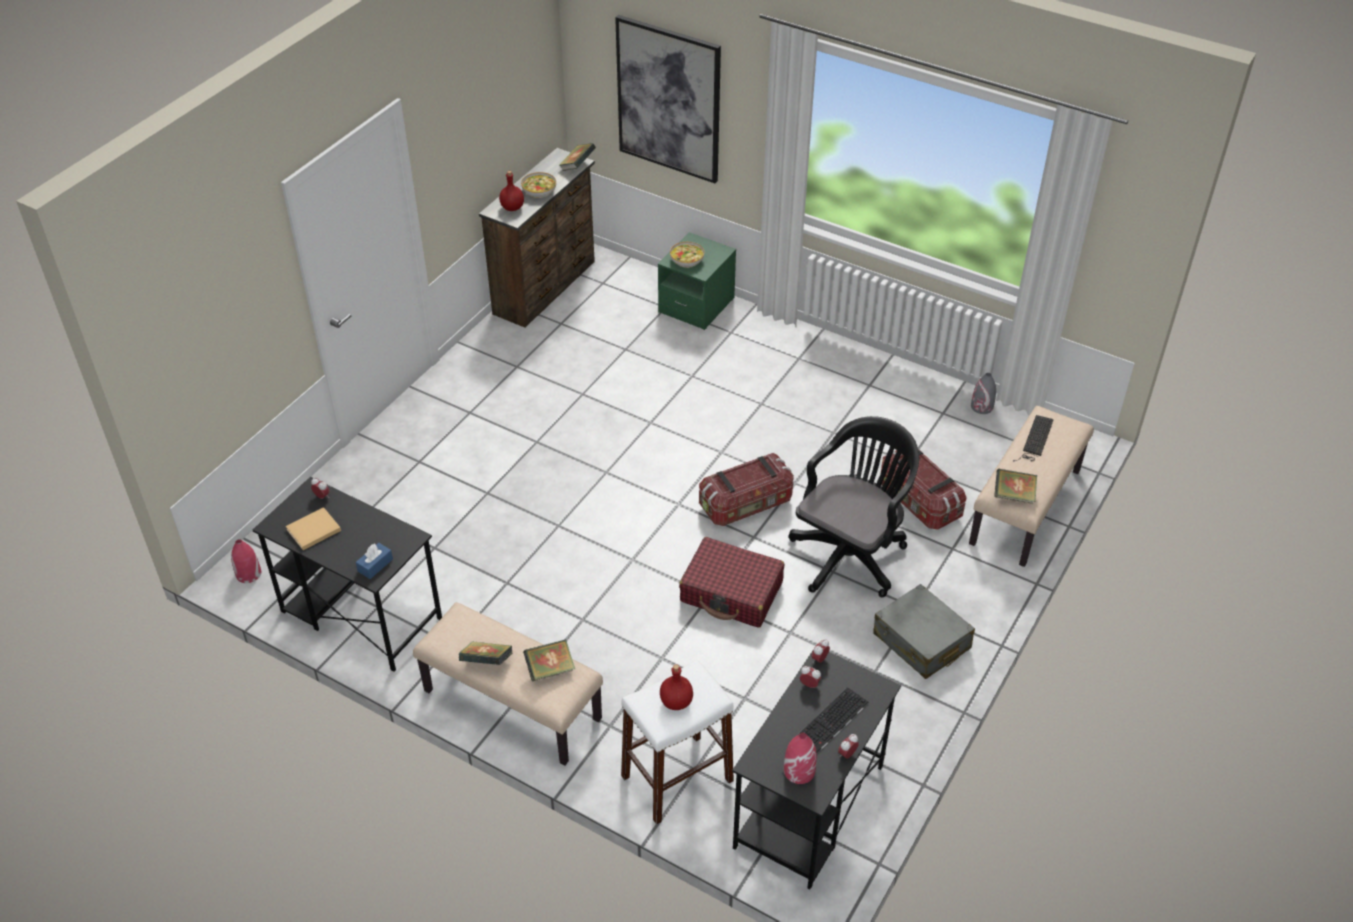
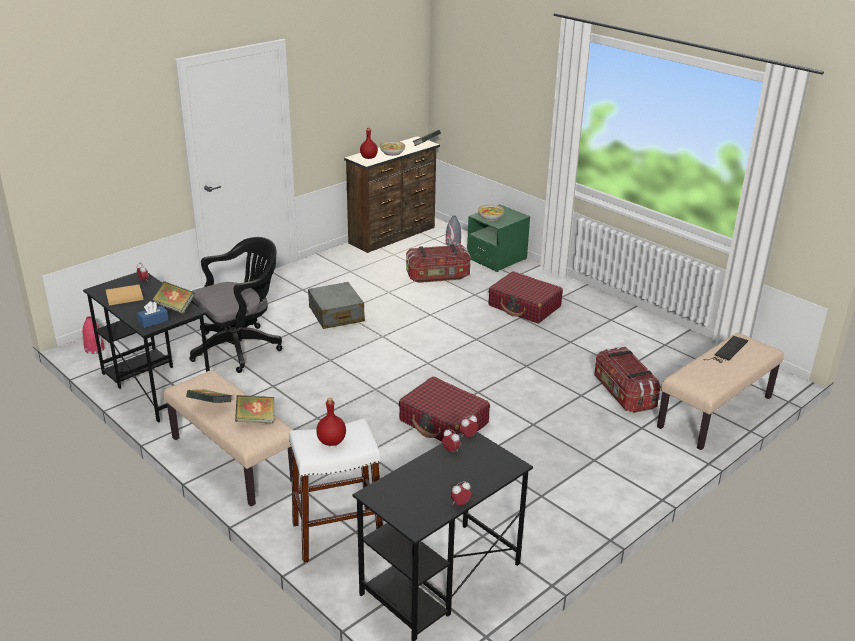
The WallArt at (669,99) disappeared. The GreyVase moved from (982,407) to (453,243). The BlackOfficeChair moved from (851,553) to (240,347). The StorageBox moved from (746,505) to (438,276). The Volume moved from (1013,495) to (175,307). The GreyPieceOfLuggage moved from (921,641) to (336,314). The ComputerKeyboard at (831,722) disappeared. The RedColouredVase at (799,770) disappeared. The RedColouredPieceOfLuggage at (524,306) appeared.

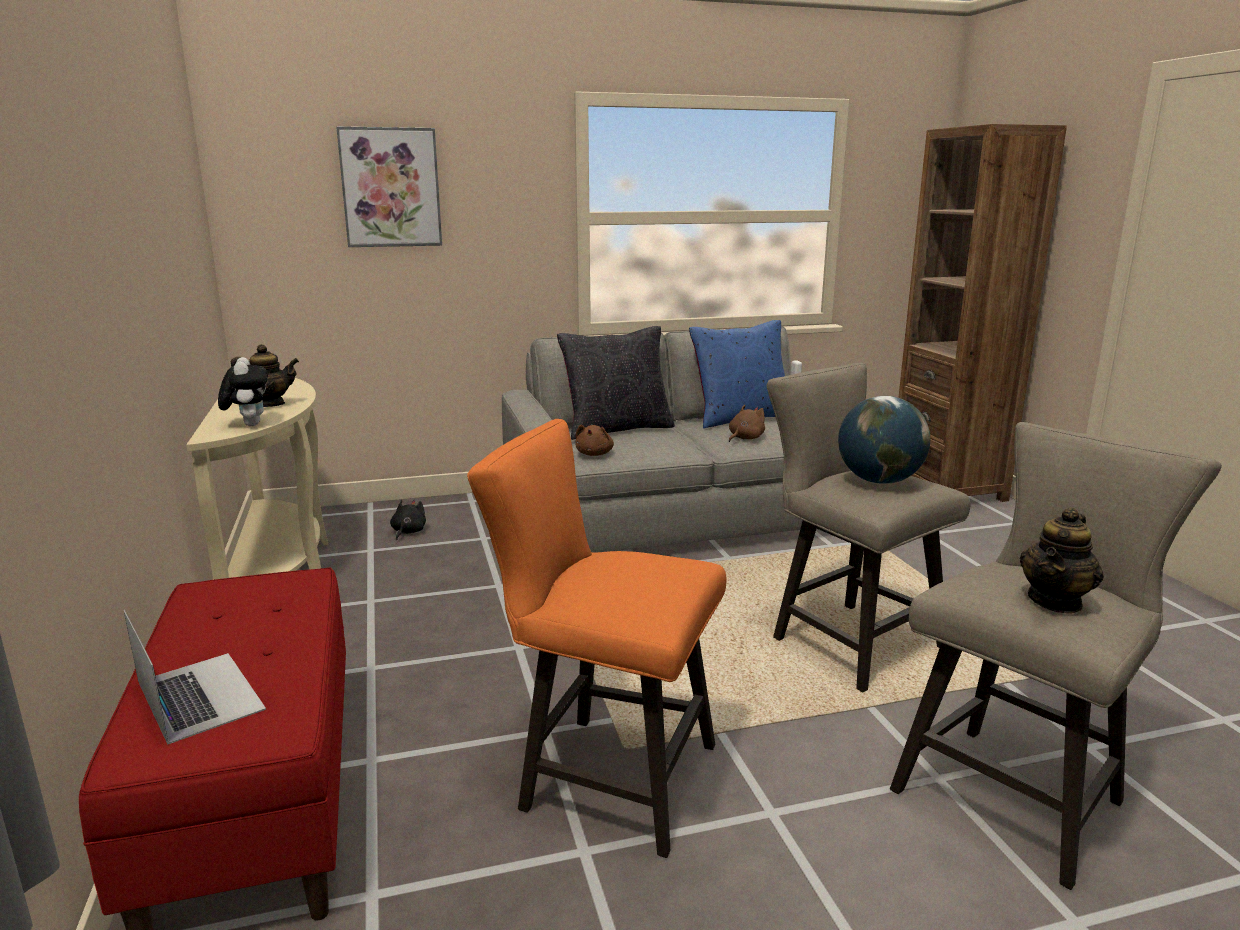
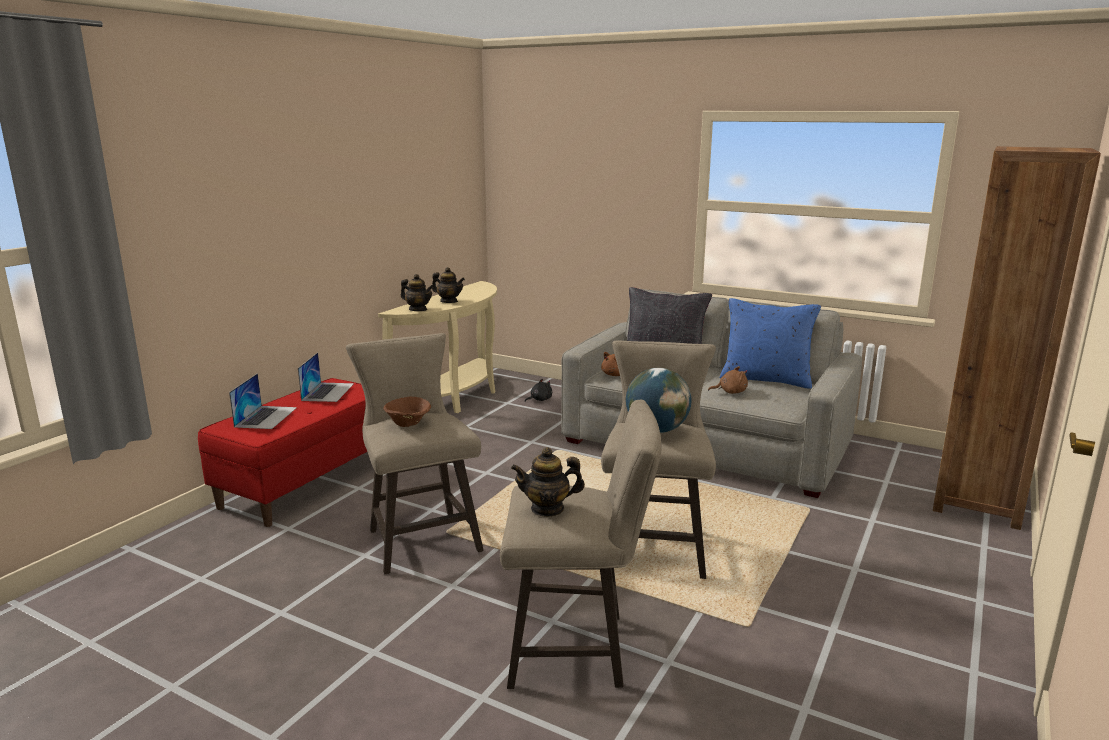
The WallArt at (390,188) disappeared. The SoftToy at (249,424) was replaced by the Teapot at (418,310). The OrangeyStoolSeat at (605,775) became the BeigeColouredStoolSeat at (420,537). The PortableComputer at (328,392) appeared. The BrownColouredBowl at (409,423) appeared.

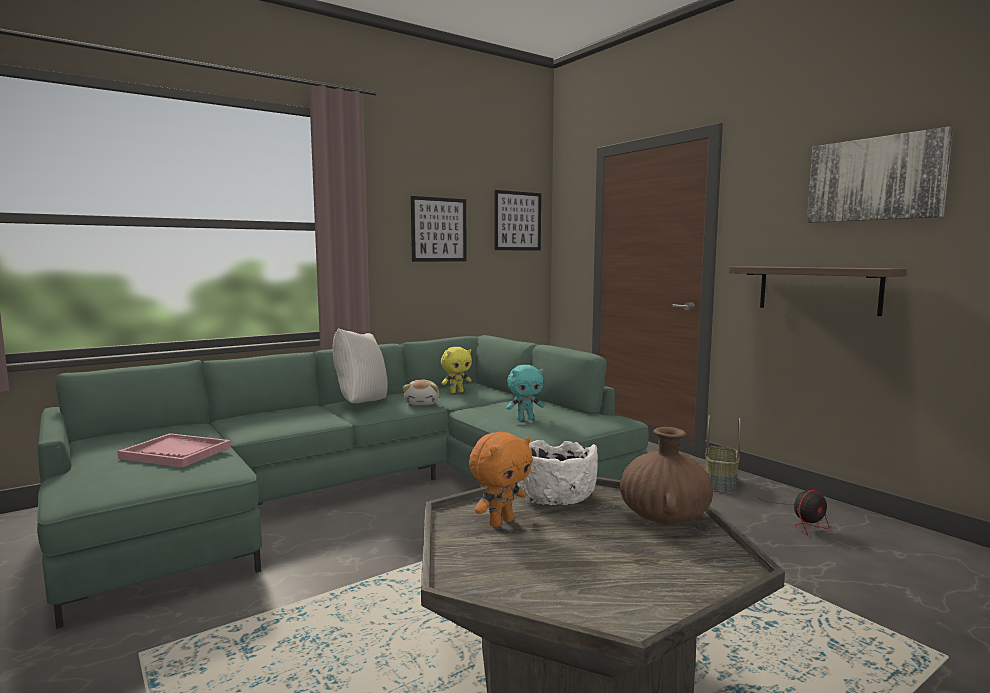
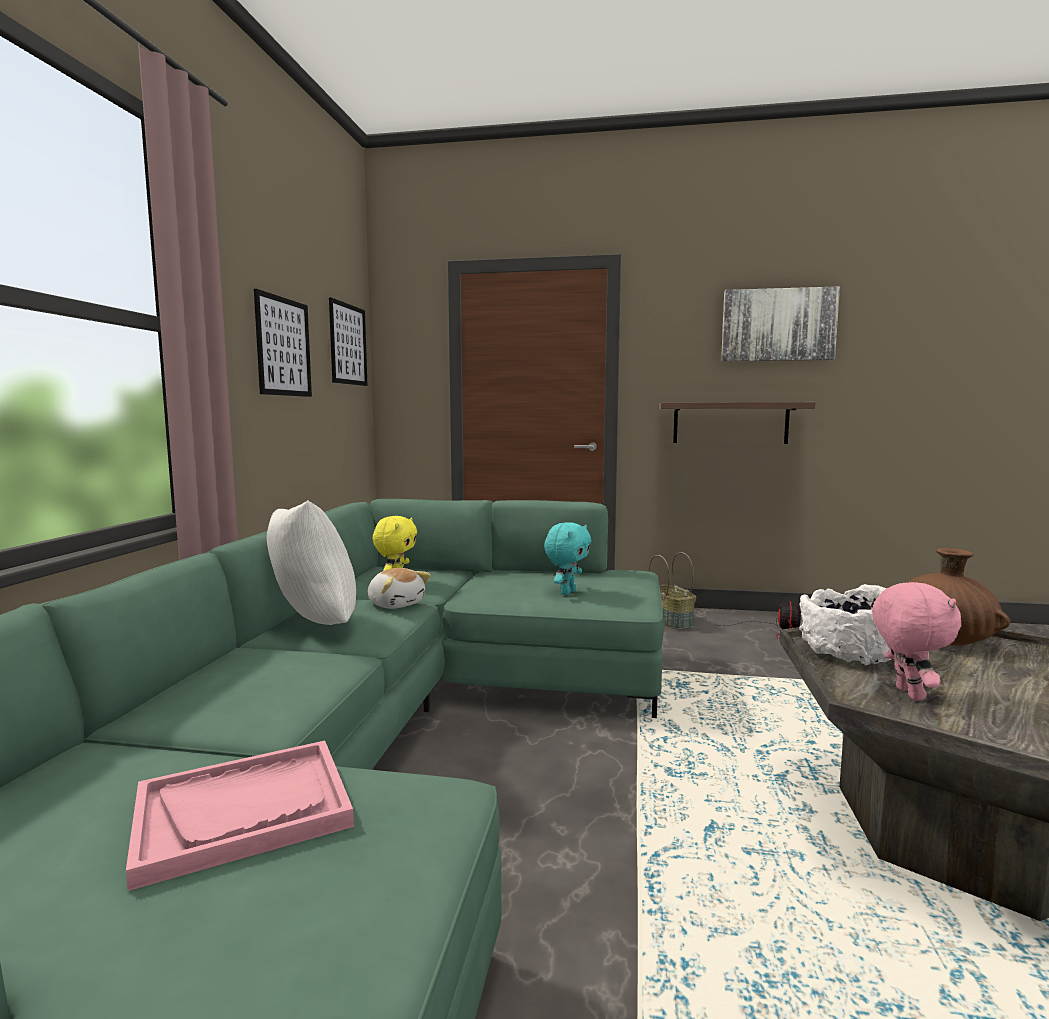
The OrangeySoftToy at (500,522) became the PinkColouredSoftToy at (907,693).

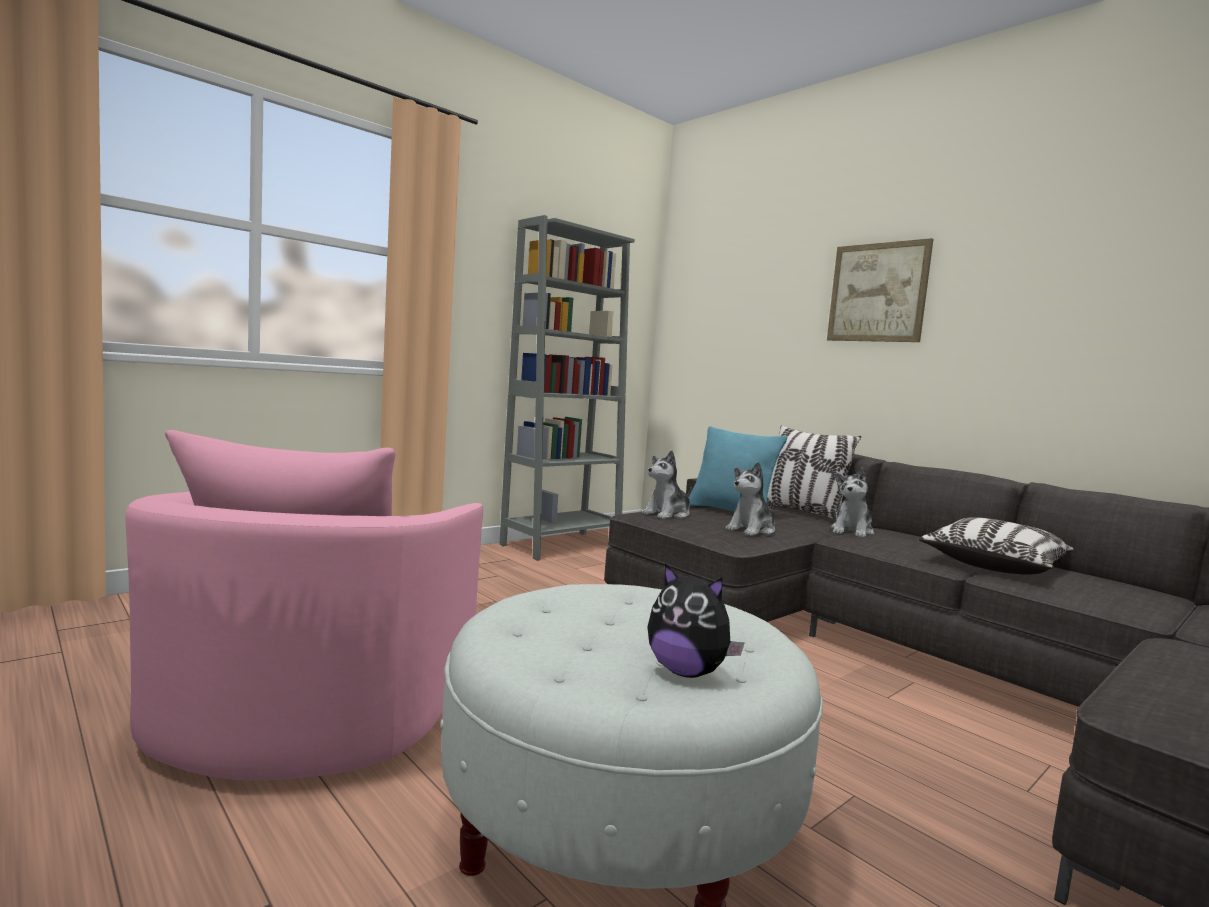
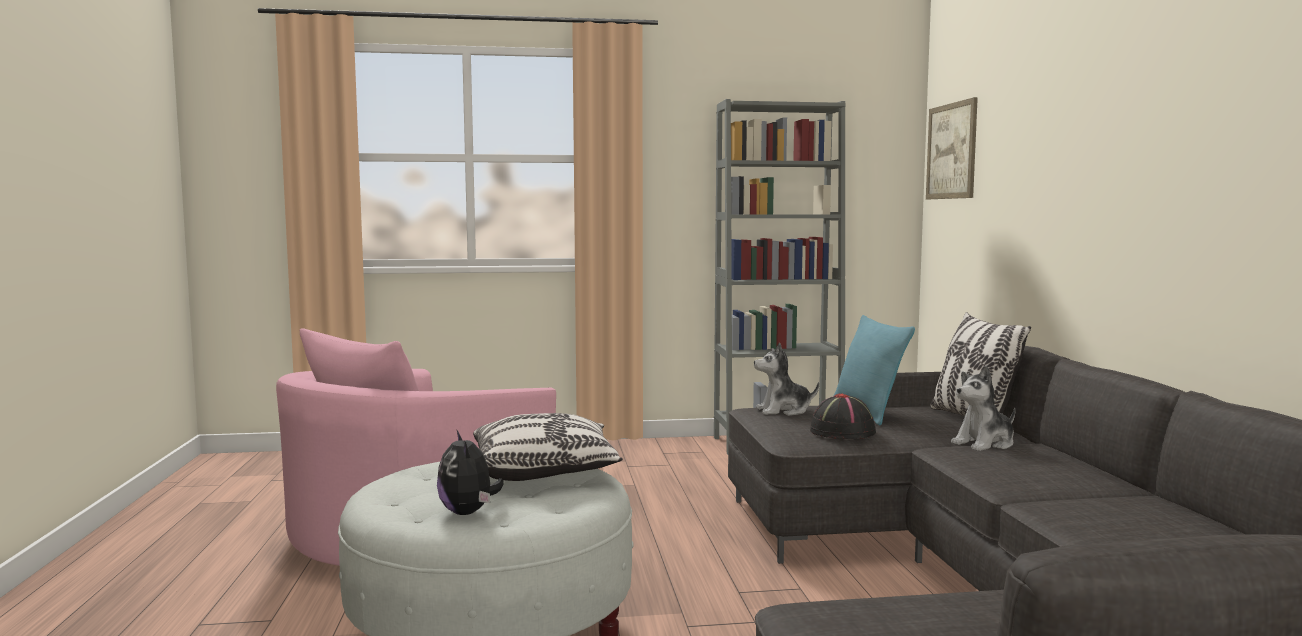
The WallArt moved from (877,292) to (951,151). The SoftToy at (752,530) was replaced by the BlackWearableHat at (843,432). The Pillow moved from (994,565) to (545,471).

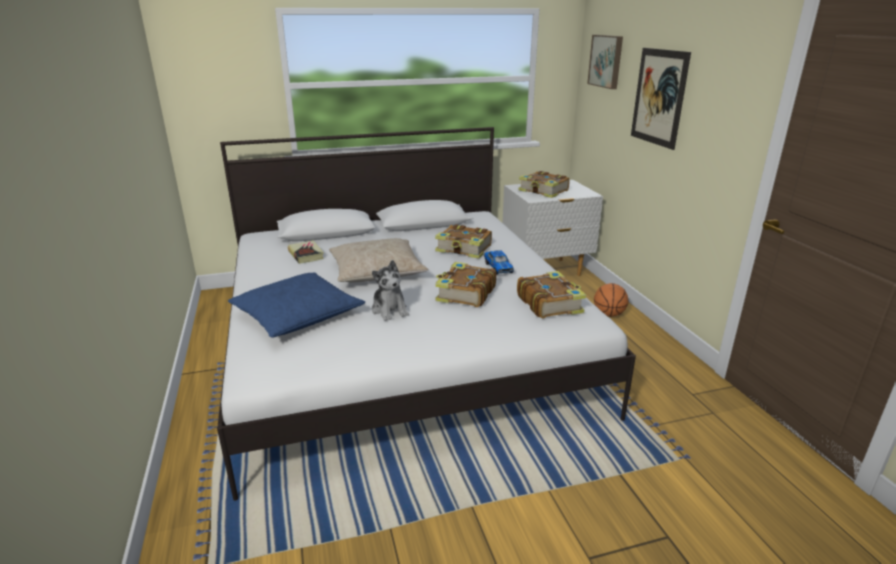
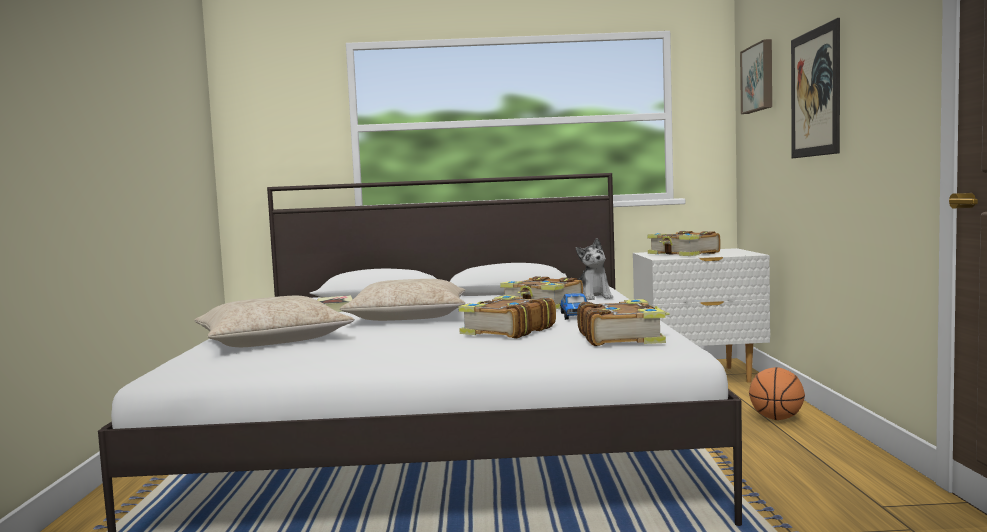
The SoftToy moved from (390,310) to (593,297). The BluishPillow at (297,315) became the BeigeColouredPillow at (272,341).

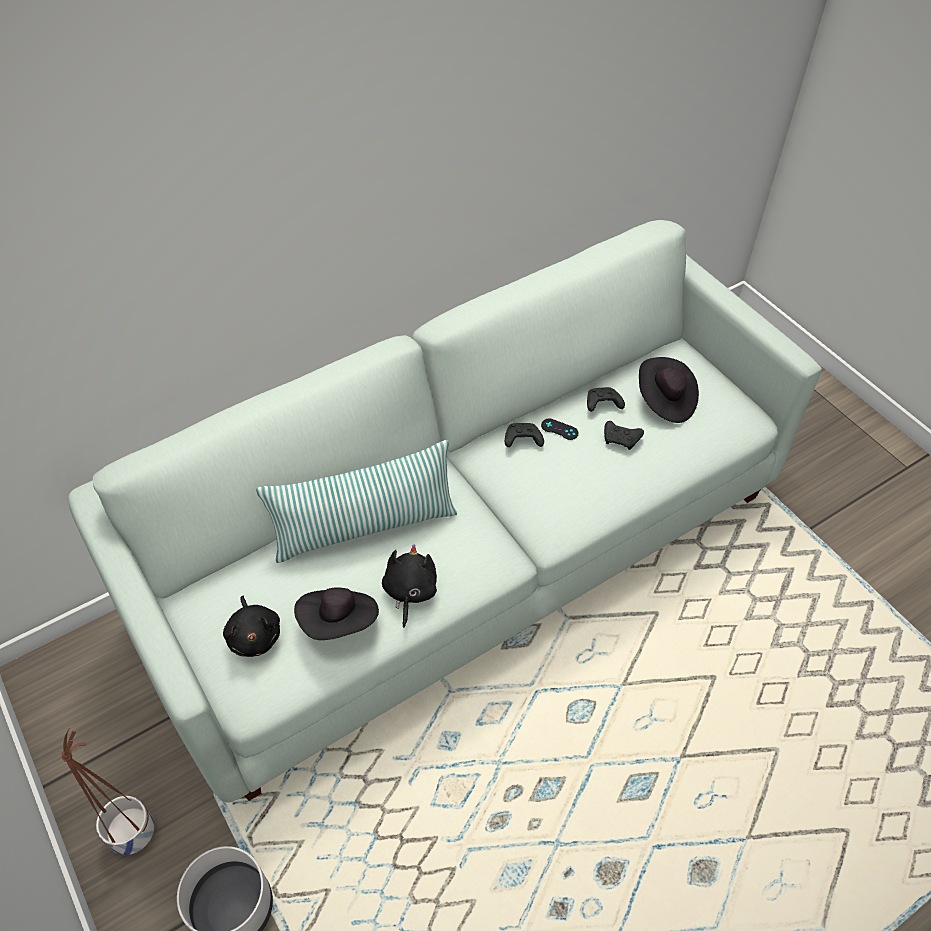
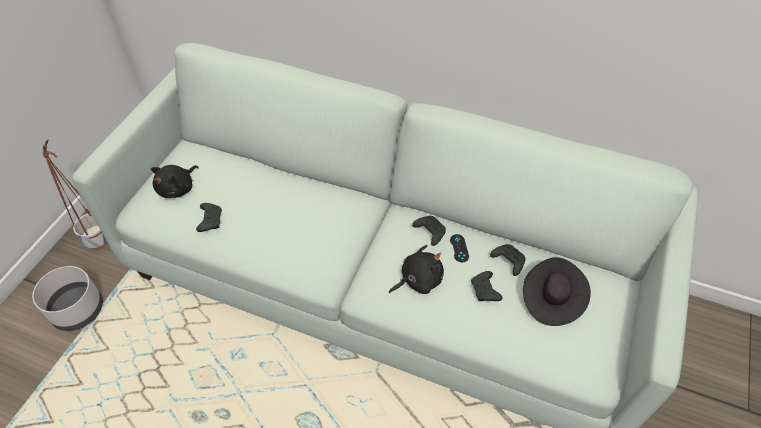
The Pillow at (365,527) disappeared. The BlackSoftToy moved from (409,592) to (418,280). The BlackWearableHat at (339,622) was replaced by the BlackJoypad at (210,220).

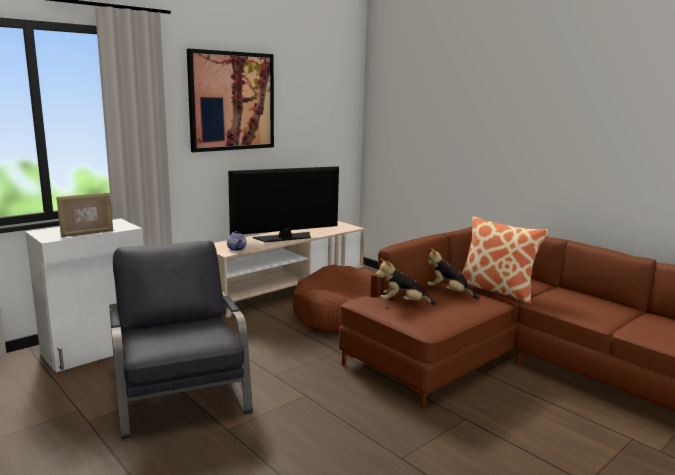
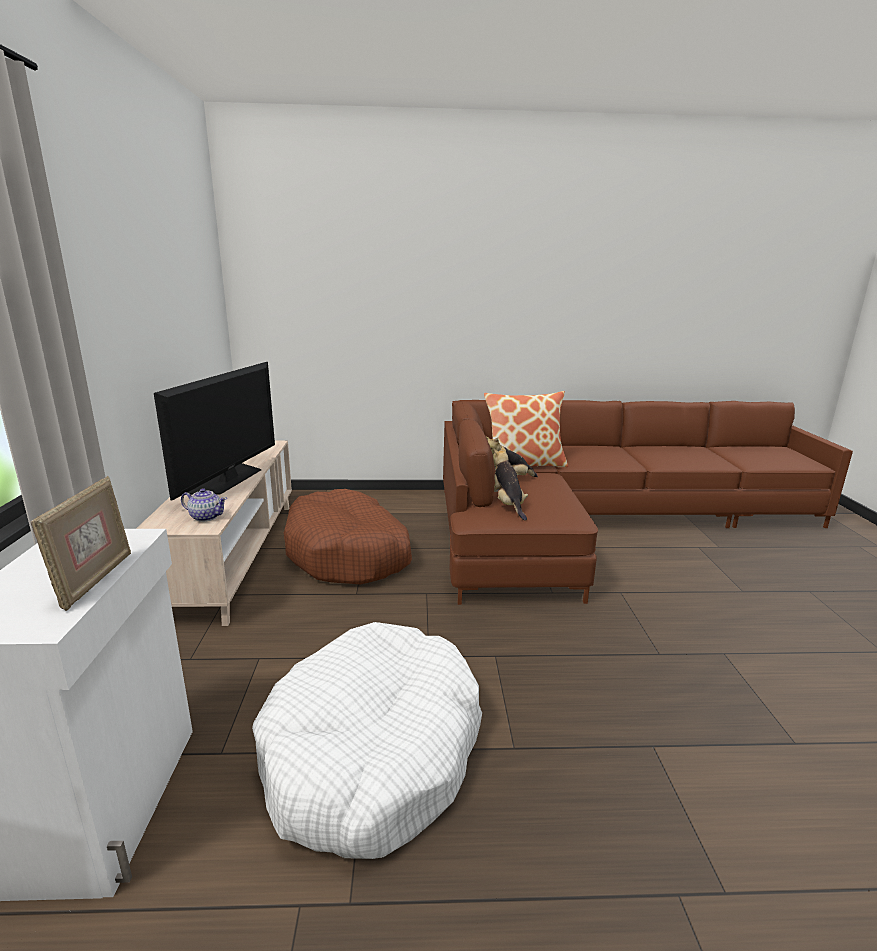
The WallArt at (232,101) disappeared. The GreyLoungeChair at (179,390) was replaced by the WhiteDogCushion at (373,752). The SoftToy at (403,303) turned 120 degrees clockwise.

